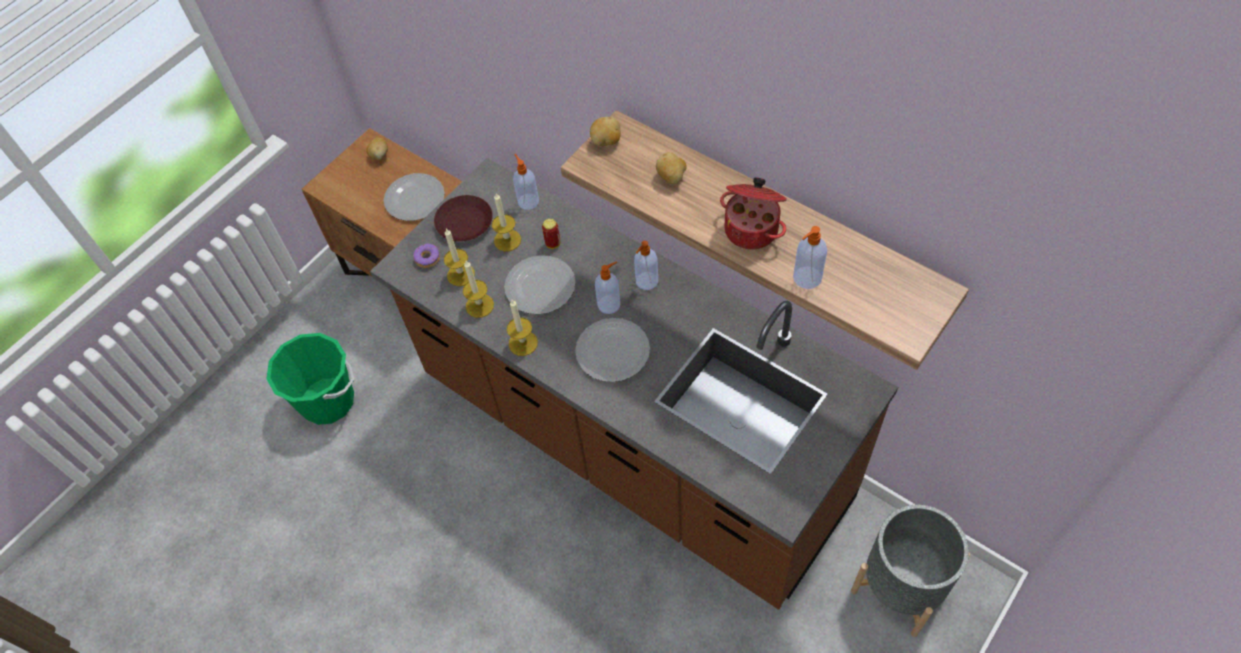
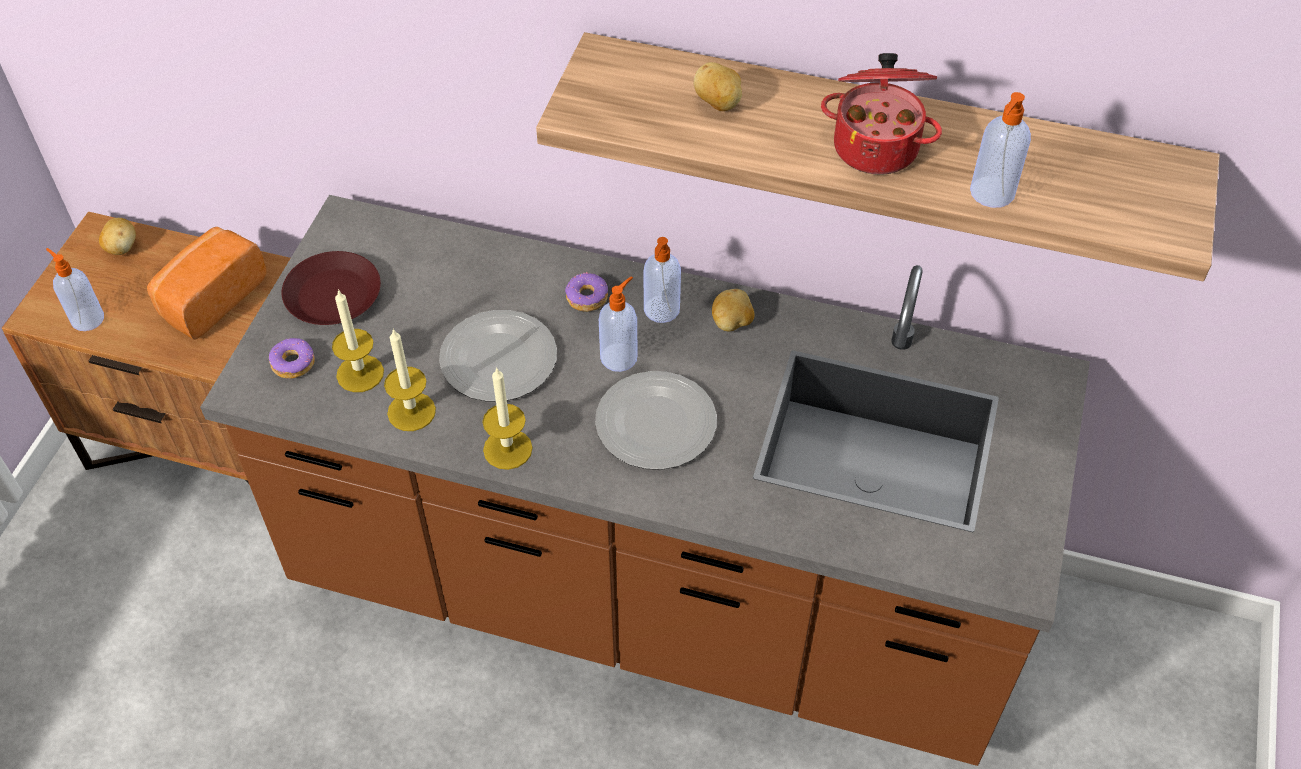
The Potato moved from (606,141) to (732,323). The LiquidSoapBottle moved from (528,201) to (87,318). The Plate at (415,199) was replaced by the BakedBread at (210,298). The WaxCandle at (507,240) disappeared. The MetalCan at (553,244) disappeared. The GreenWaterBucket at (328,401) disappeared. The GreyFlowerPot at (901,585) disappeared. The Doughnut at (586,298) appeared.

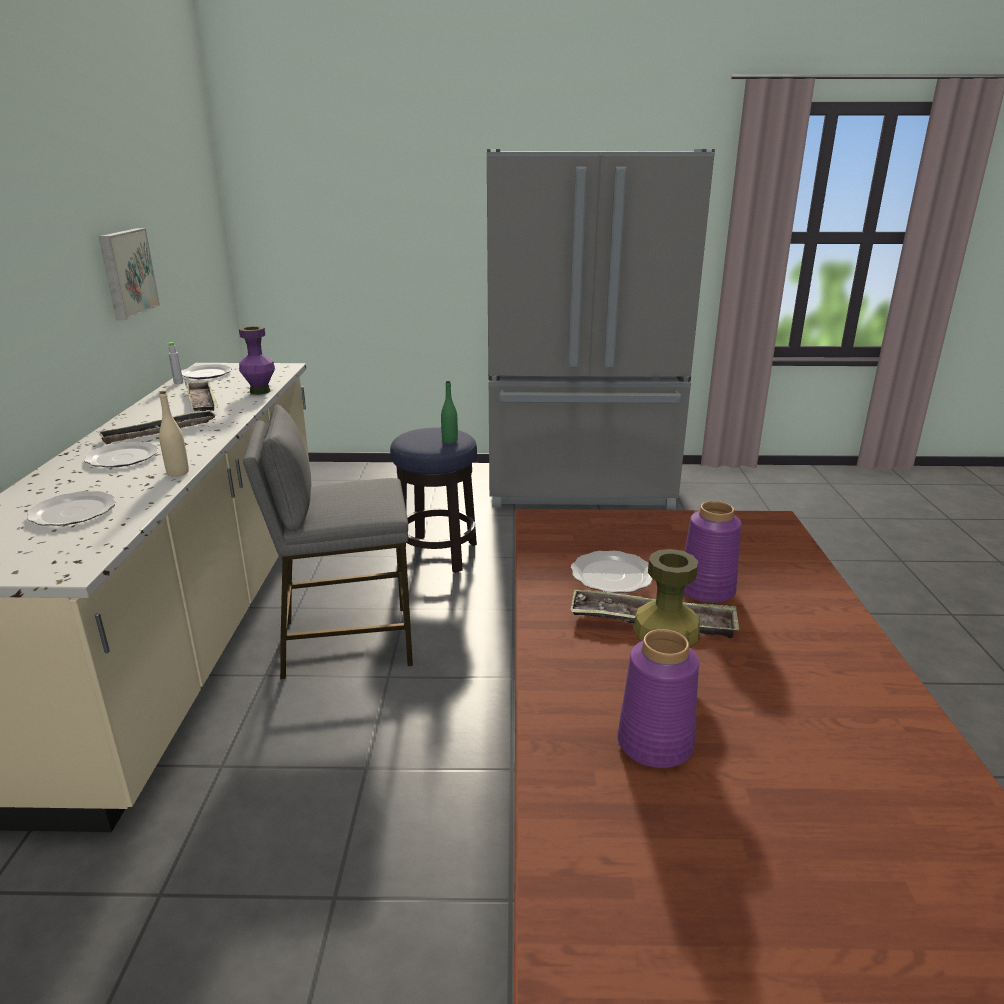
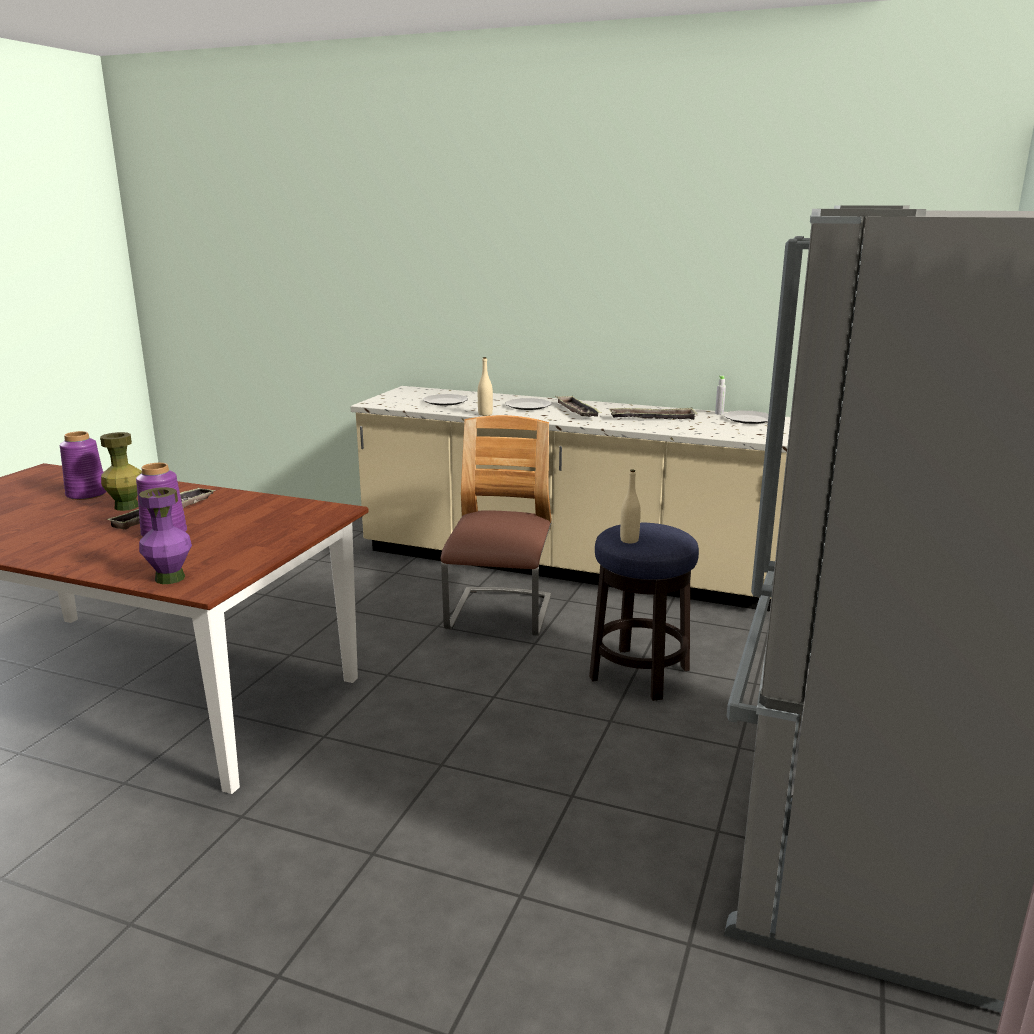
The WallArt at (126,273) disappeared. The PurpleColouredVase moved from (260,391) to (170,578). The GreenBottle at (449,441) became the BeigeColouredBottle at (629,540). The GreyStoolSeat at (346,641) was replaced by the Chair at (500,615). The Plate at (611,576) disappeared.

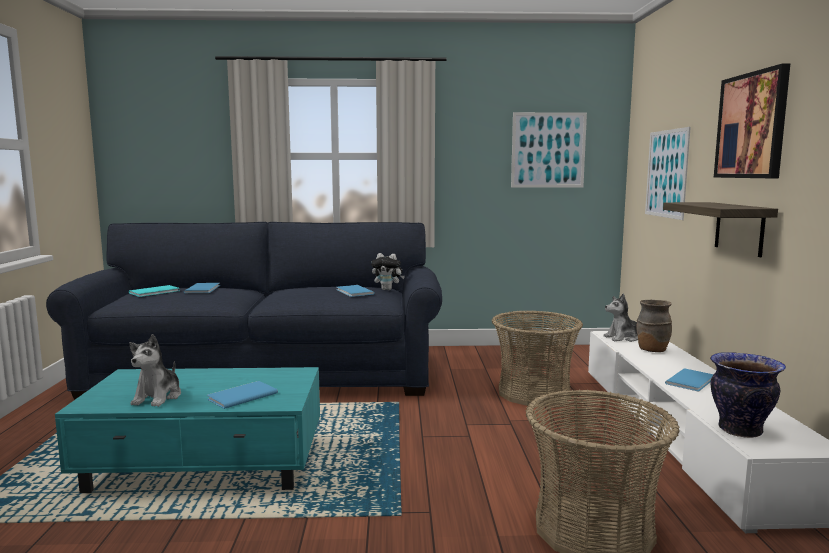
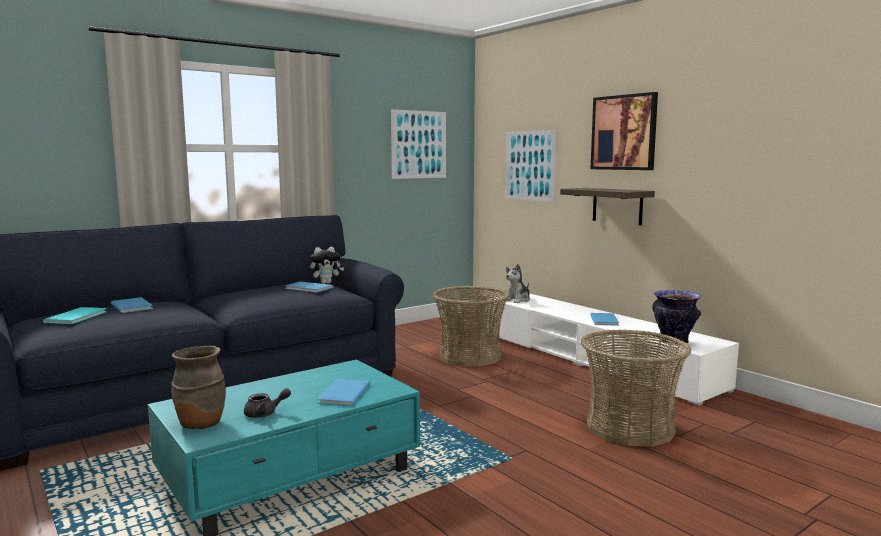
The BrownColouredVase moved from (652,350) to (200,424). The SoftToy at (158,397) was replaced by the GreyTeapot at (265,413).

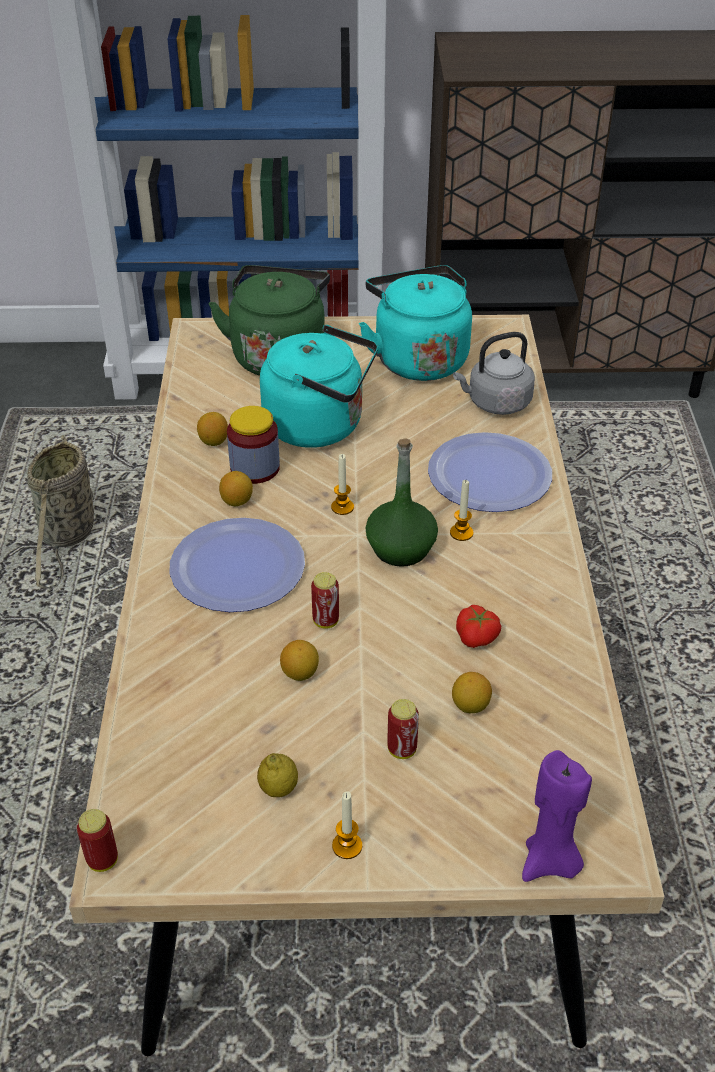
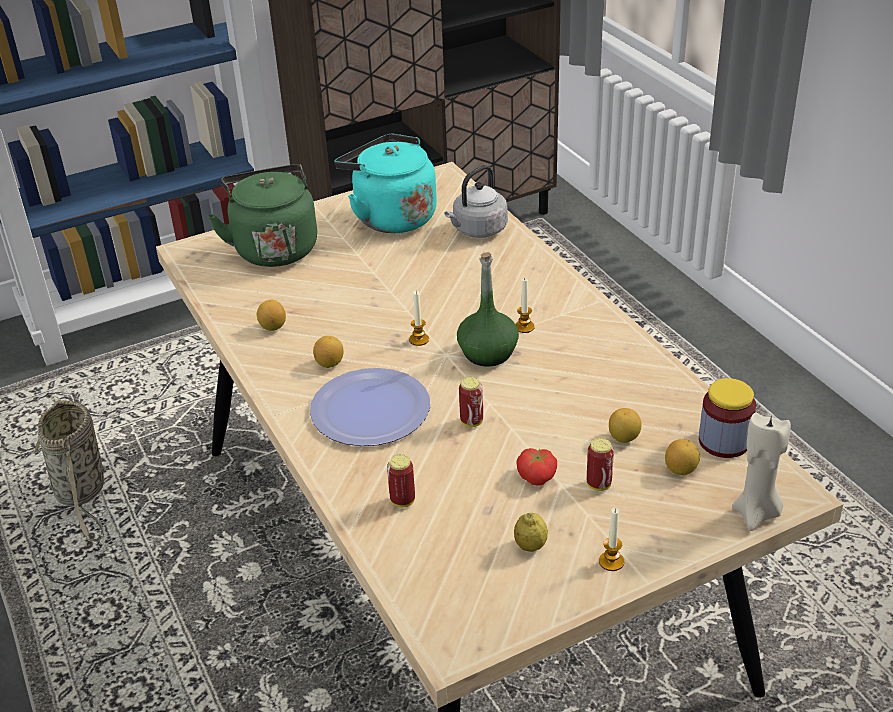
The TurquoiseWaterKettle at (320,426) disappeared. The StorageJar moved from (255,468) to (724,441). The Plate at (489,474) disappeared. The Tomato moved from (477,637) to (537,476). The Lemon moved from (300,673) to (680,469). The PurpleColouredWaxCandle at (550,862) became the BeigeColouredWaxCandle at (756,513). The MetalCan moved from (102,860) to (402,501).

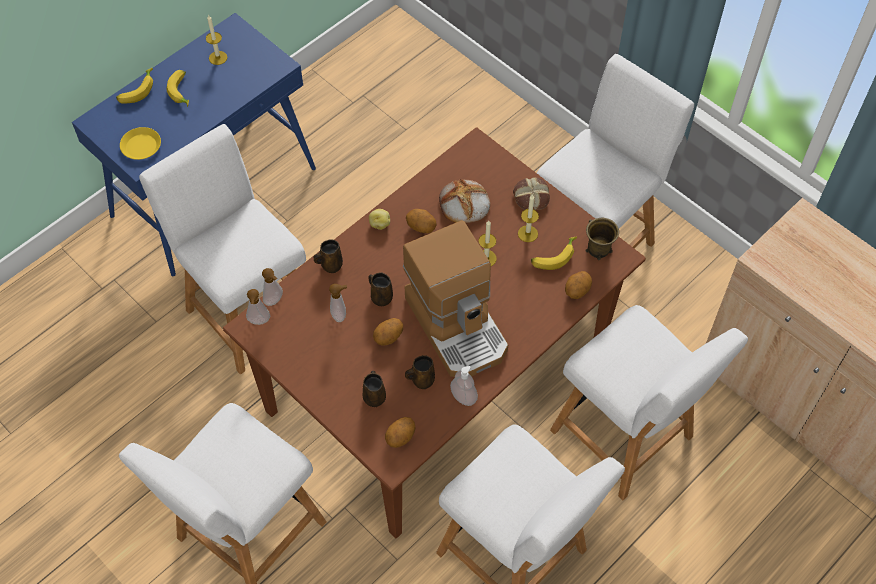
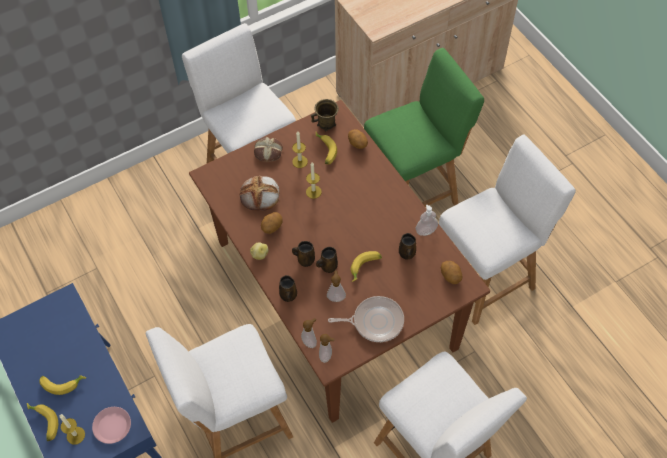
The WaxCandle moved from (218,58) to (75,435). The YellowishPlate at (141,146) became the PinkColouredPlate at (112,426). The CoffeeBrewer at (458,325) disappeared. The WhiteChair at (626,438) became the GreenChair at (414,190). The Potato at (388,337) was replaced by the BananaFruit at (365,268). The BrownColouredMug moved from (374,396) to (305,260). The Skillet at (375,321) appeared.

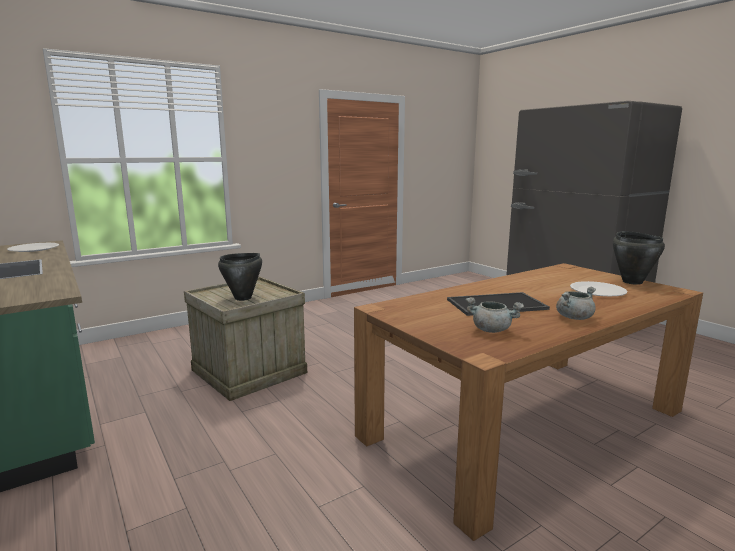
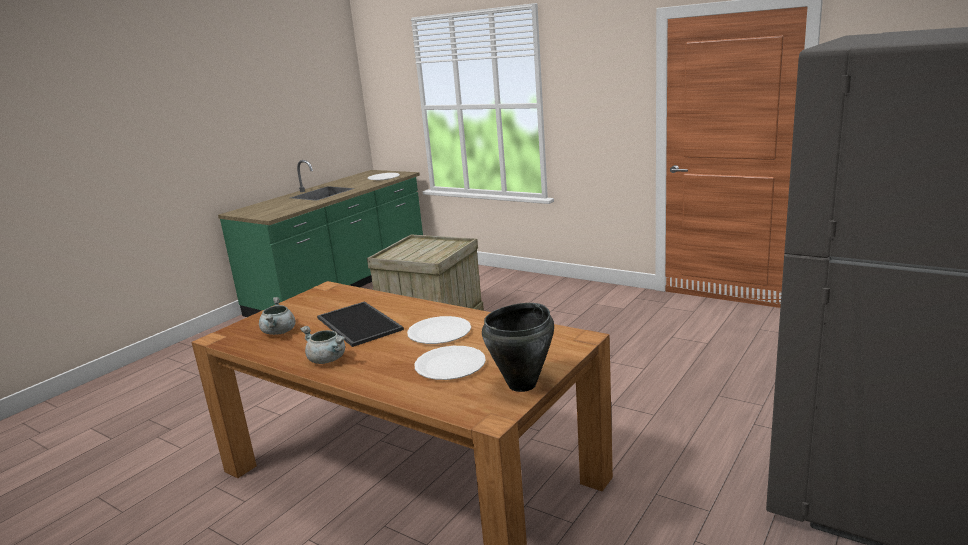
The BlackStockpot at (243,298) disappeared. The WhitePlate at (439,332) appeared.

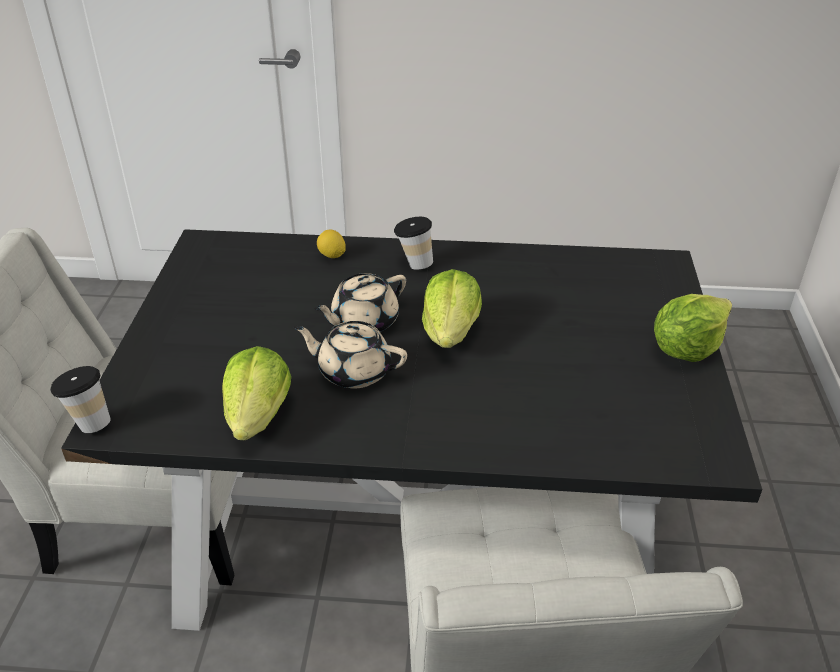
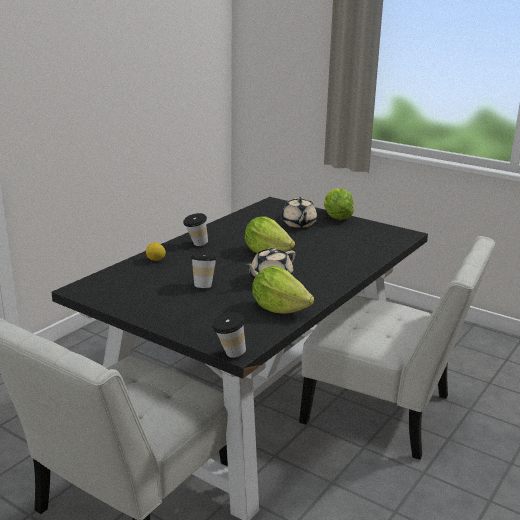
The BeigeColouredTeapot moved from (363,322) to (299,224). The DrinkingCup at (204,285) appeared.

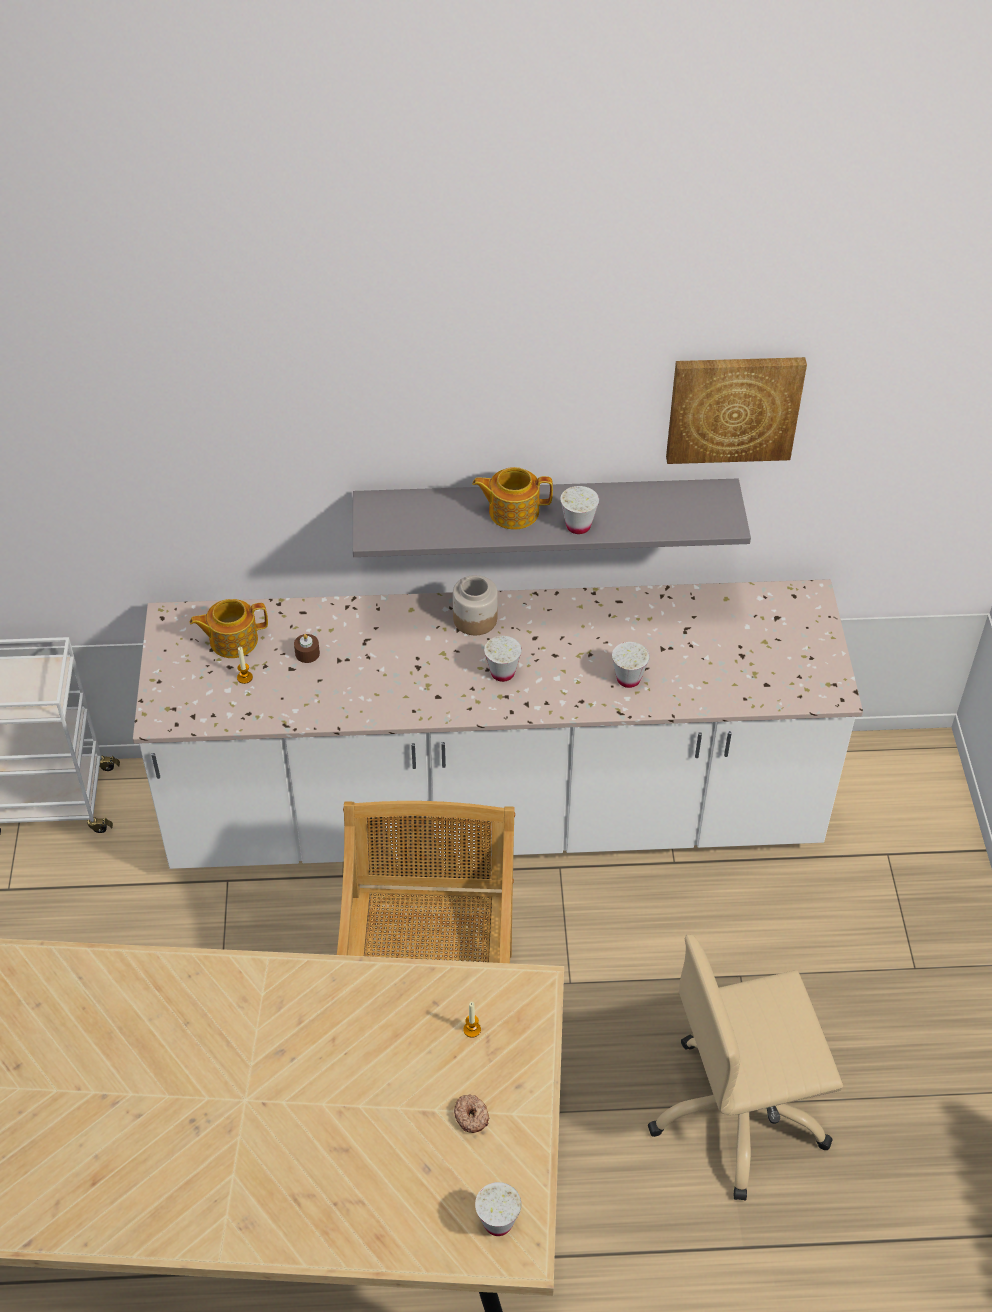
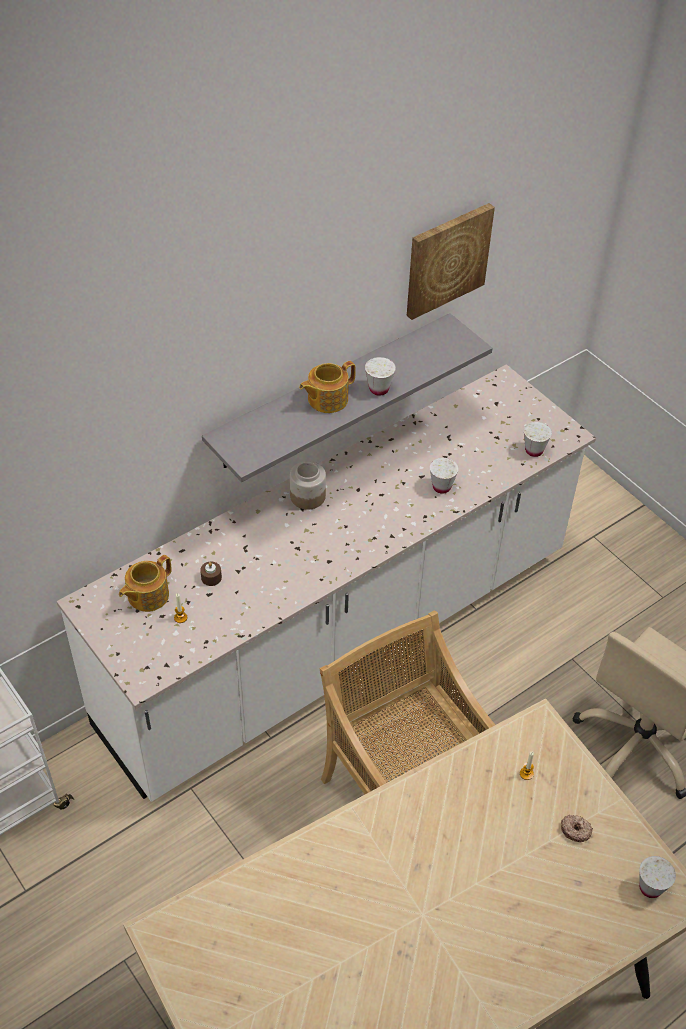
The WhiteDrinkingCup moved from (502,673) to (534,450).

